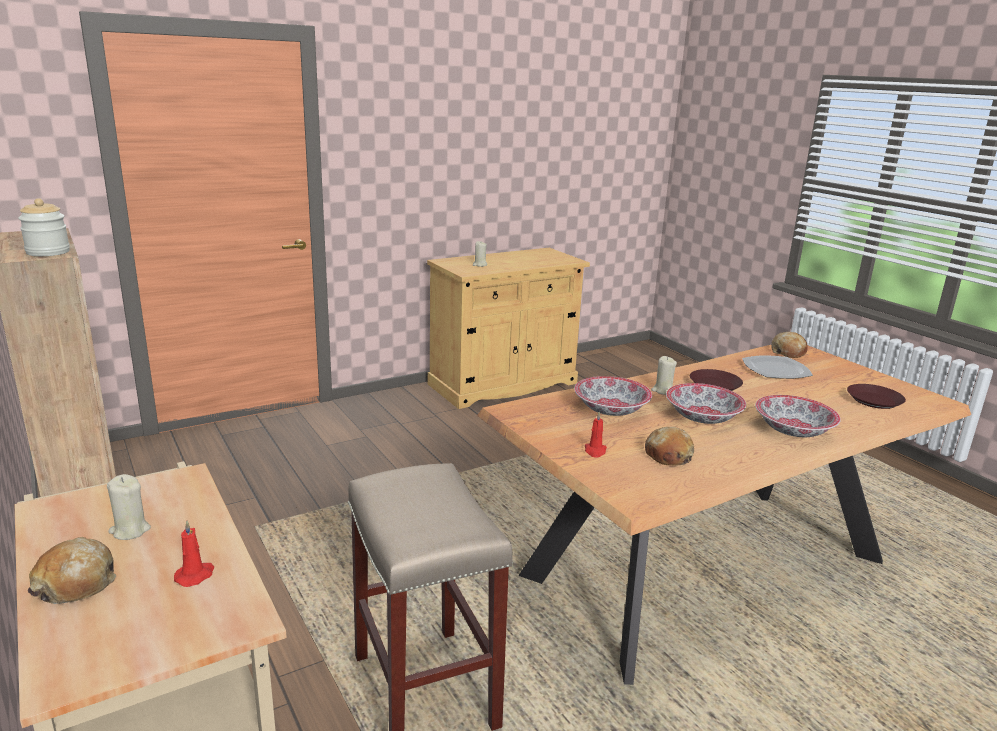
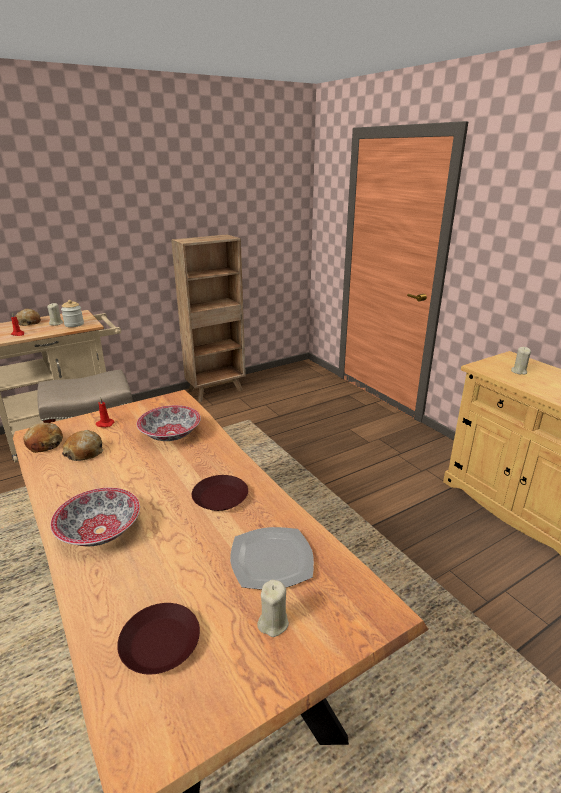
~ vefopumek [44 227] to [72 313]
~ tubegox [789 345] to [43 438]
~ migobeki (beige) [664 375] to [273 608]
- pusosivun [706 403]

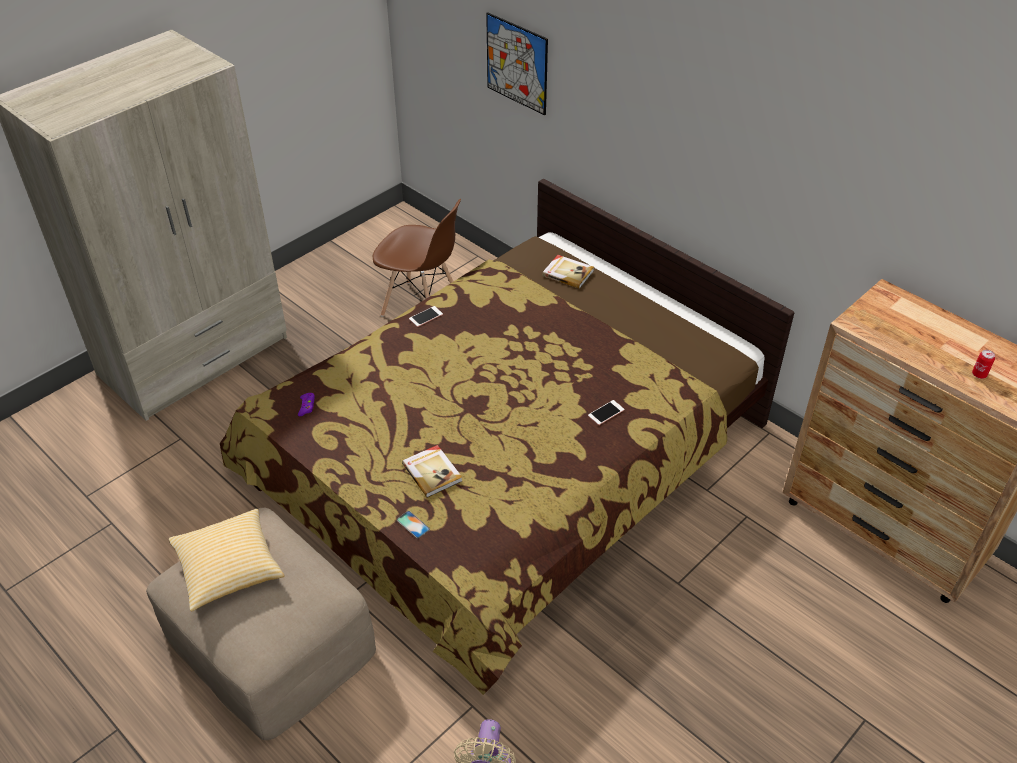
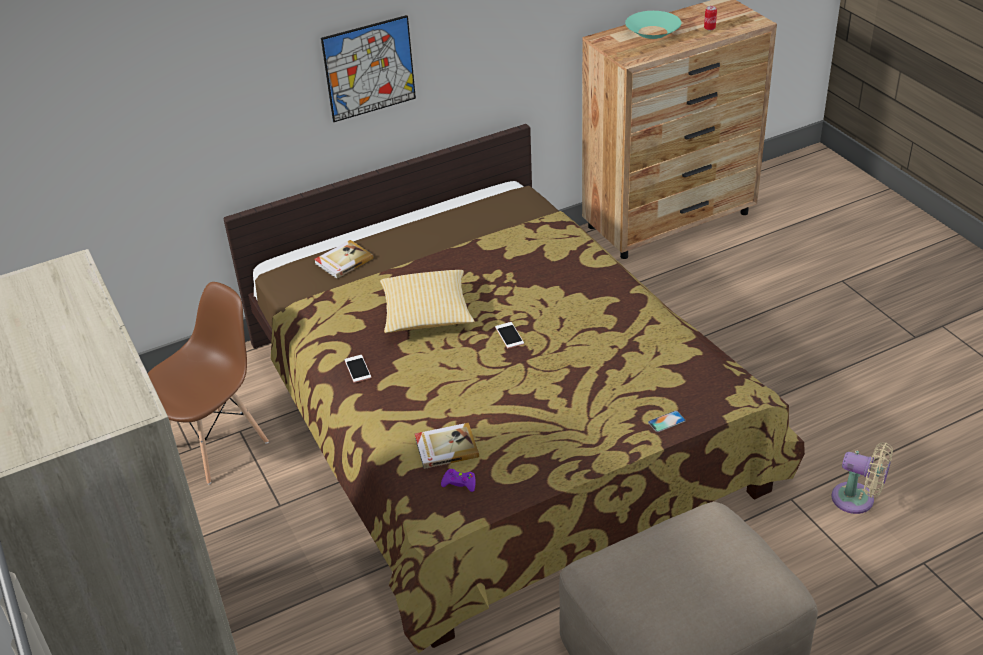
~ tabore [517 63] to [368 68]
~ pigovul [606 412] to [509 335]
~ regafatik [432 471] to [447 446]
~ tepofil [227 560] to [427 301]
+ pusosivun (turquoise) [653 25]

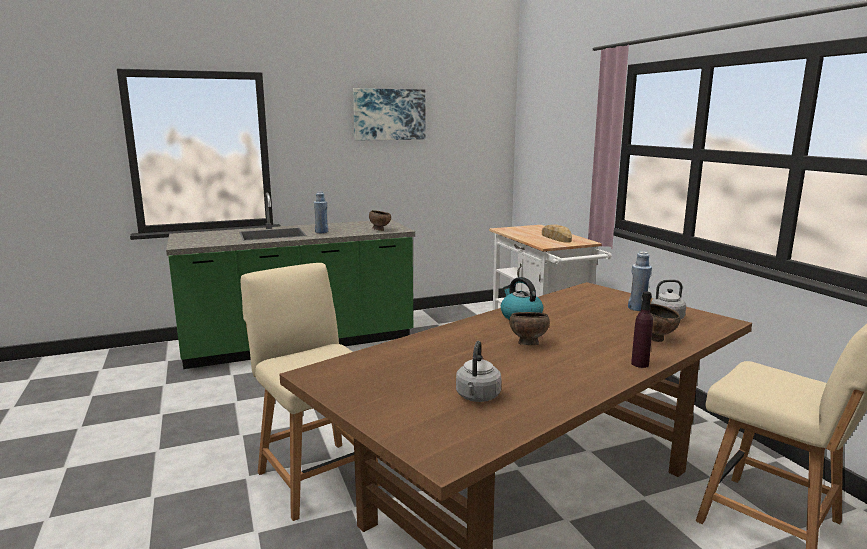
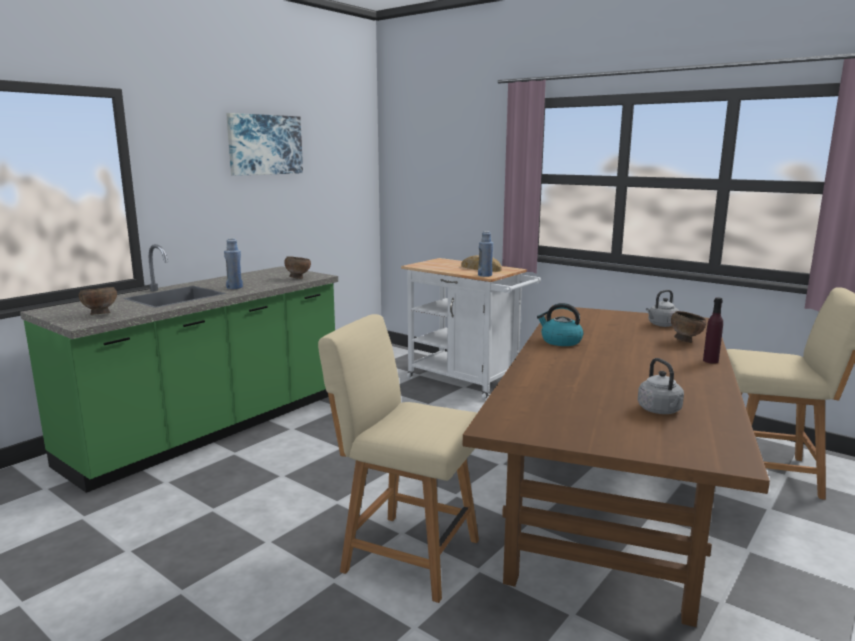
~ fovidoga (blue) [640 281] to [485 254]
~ pusosivun (brown) [529 328] to [98 301]

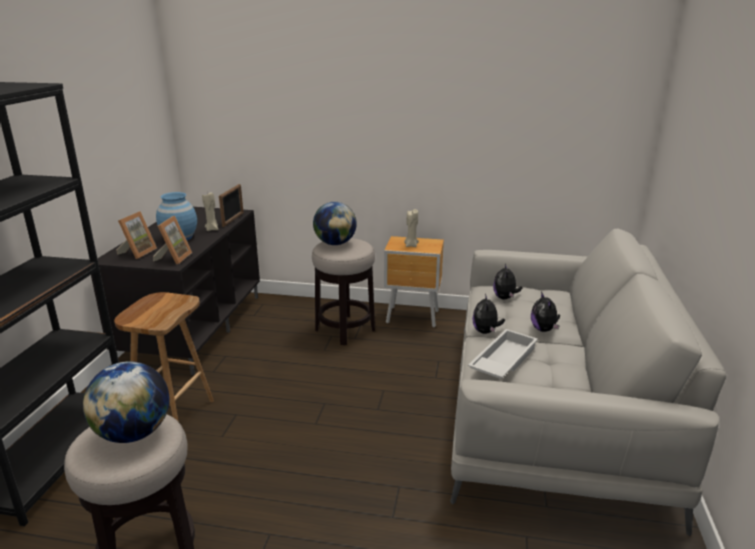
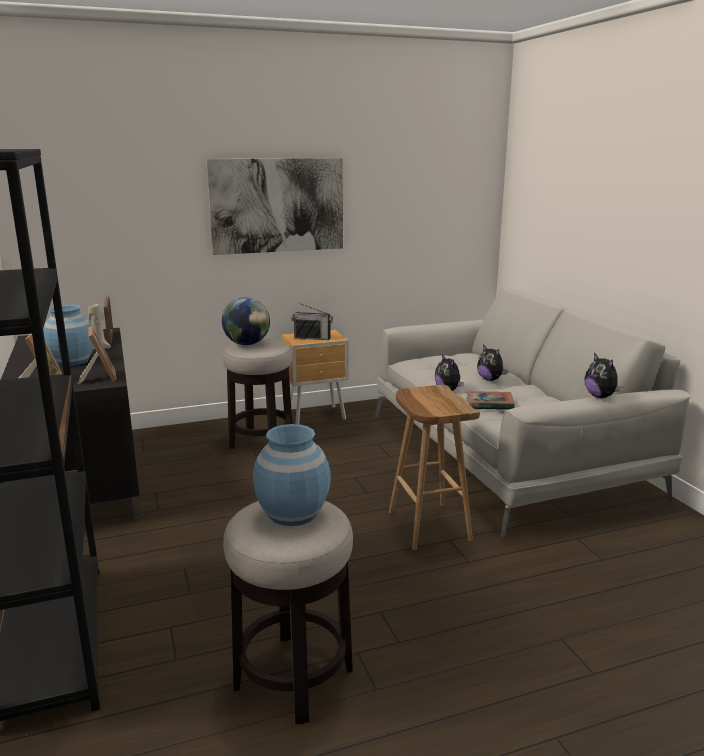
~ migobeki (beige) [411 228] to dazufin [312 321]
~ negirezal [507 282] to [603 375]
~ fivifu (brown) [164 357] to [434 467]
~ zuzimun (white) [503 354] to regafatik [490 400]
~ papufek [126 402] to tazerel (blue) [292 475]
+ tabore [274 206]

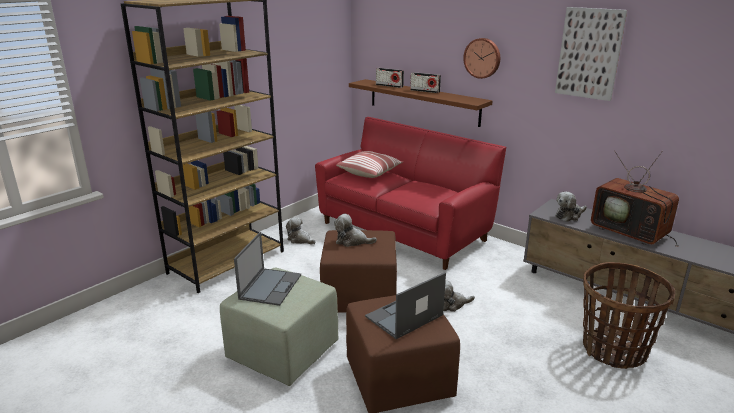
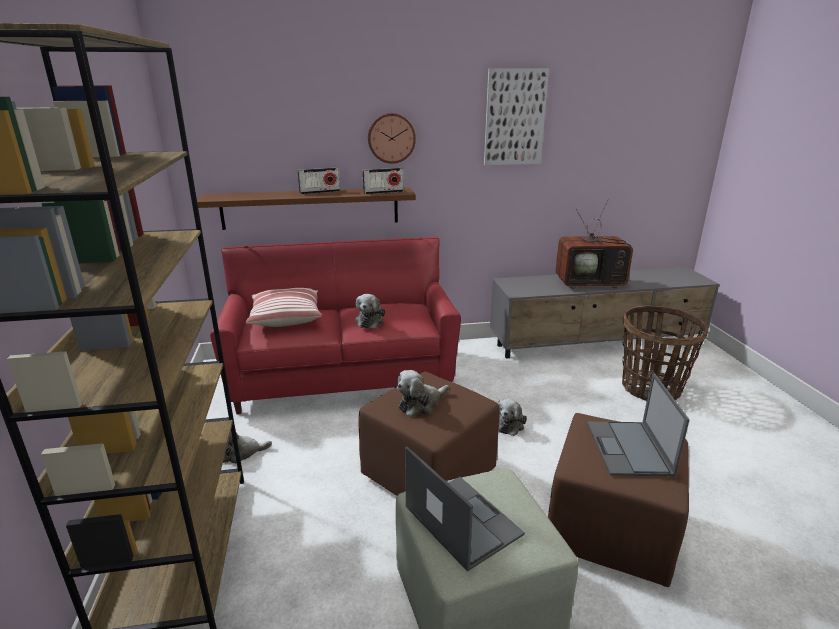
~ dazufin [390 78] to [383 181]
~ negirezal [571 207] to [370 311]

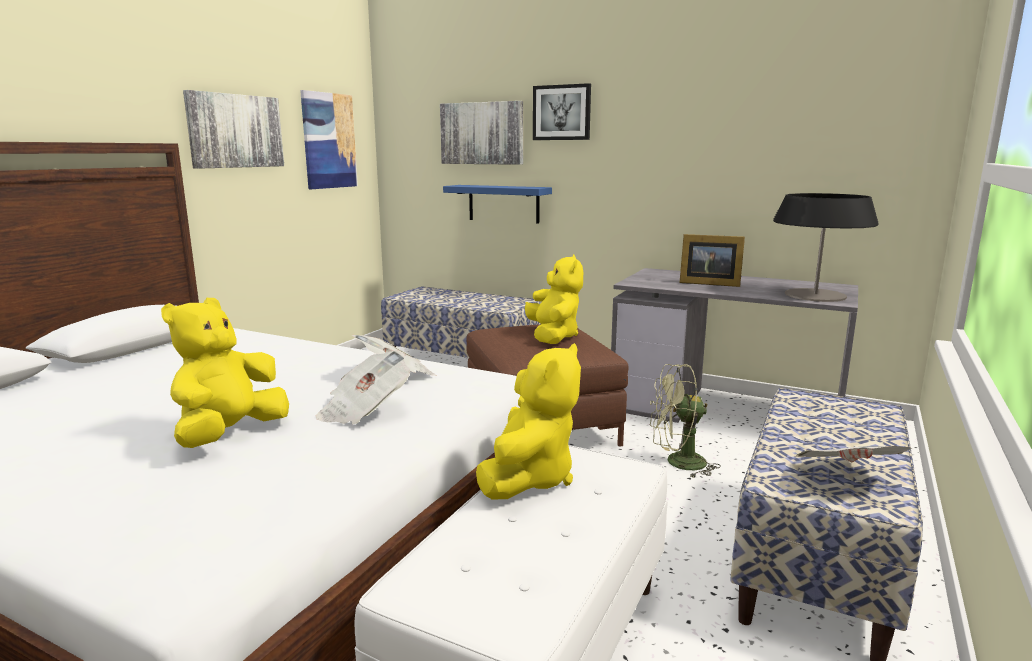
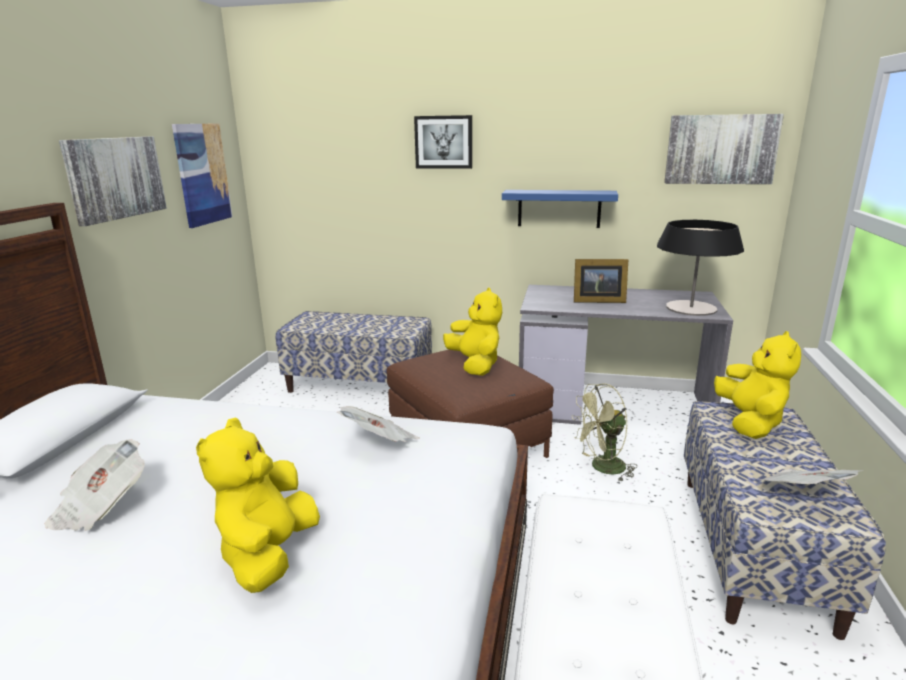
~ tabore [481 133] to [724 149]
~ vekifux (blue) [497 204] to [560 209]
~ negirezal (yellow) [528 421] to [757 385]
~ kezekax [363 387] to [95 485]

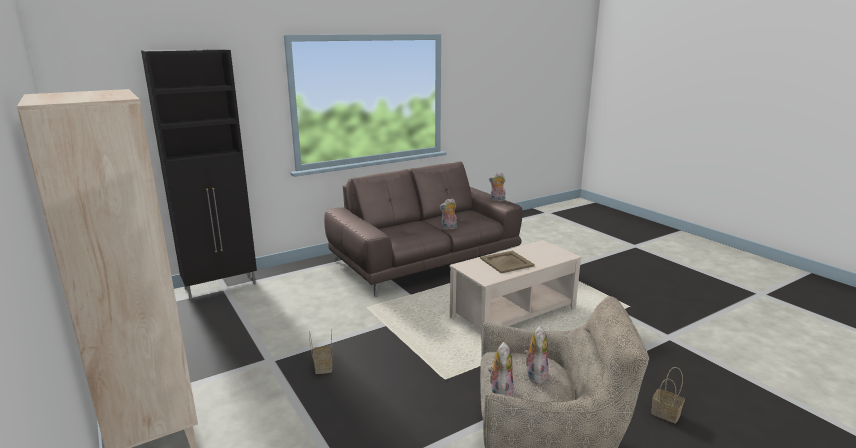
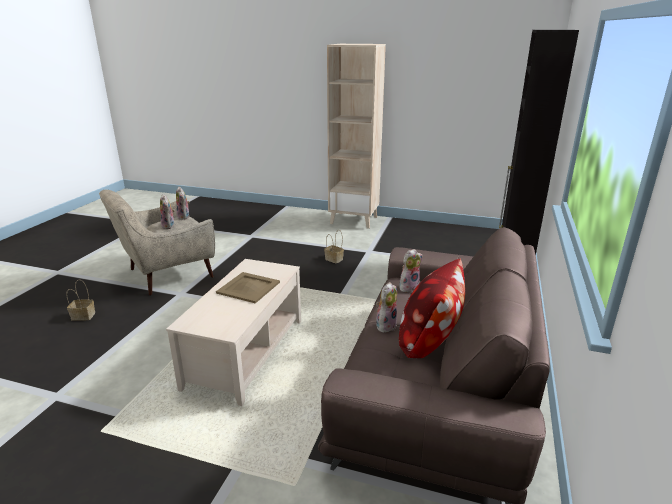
~ negirezal [497 187] to [411 270]
+ tepofil [432 308]

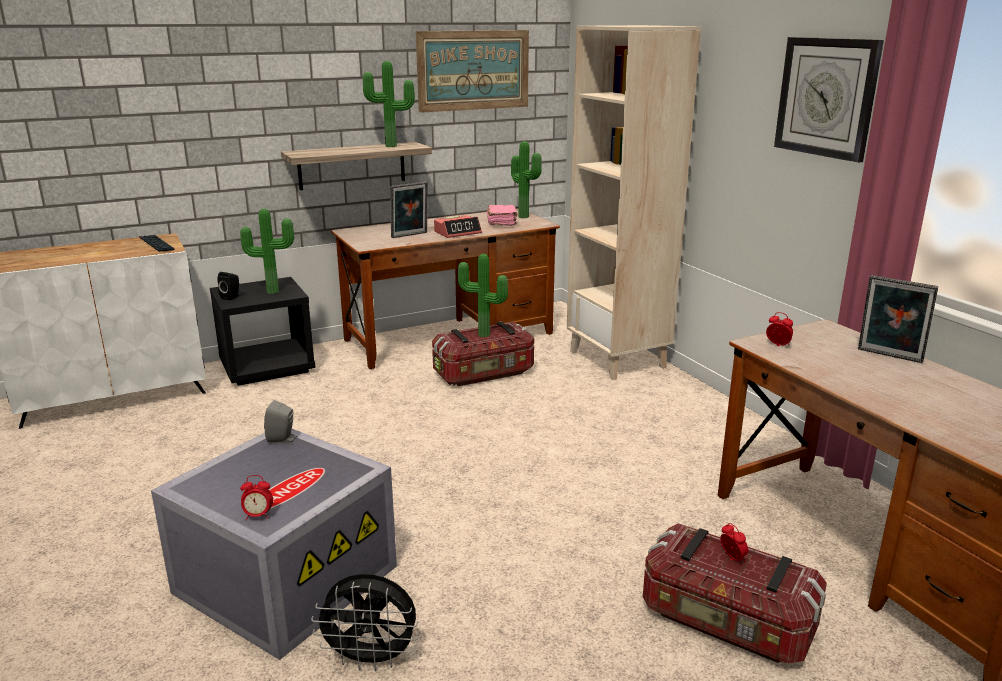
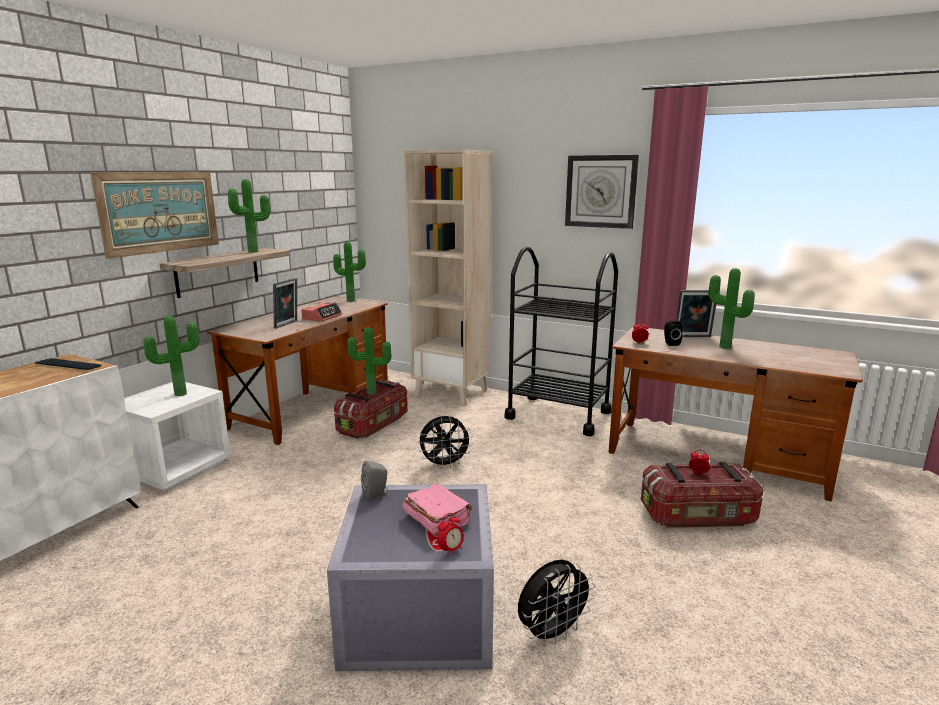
~ tabore [472 71] to [154 215]
~ regafatik (pink) [502 215] to [437 509]
~ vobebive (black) [228 286] to [673 333]
~ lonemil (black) [263 331] to lonemil (white) [177 436]
+ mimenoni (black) [561 341]
+ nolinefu [731 308]
+ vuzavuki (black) [445 442]

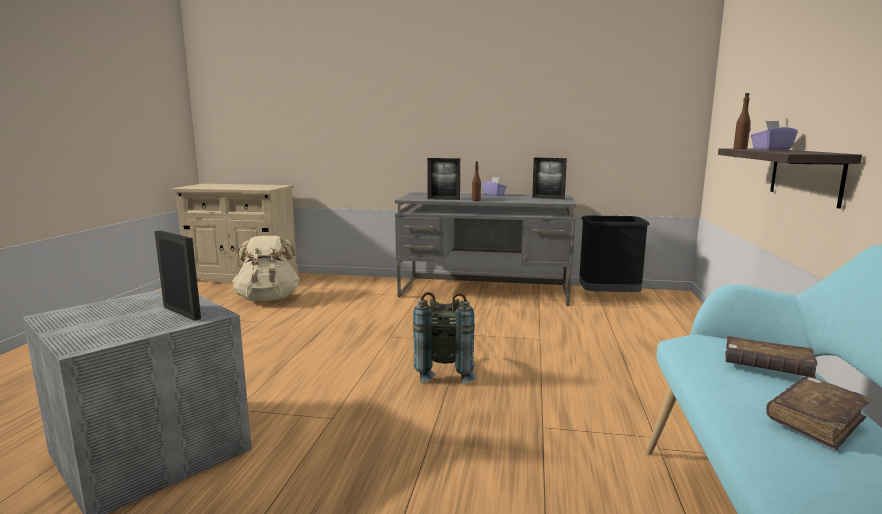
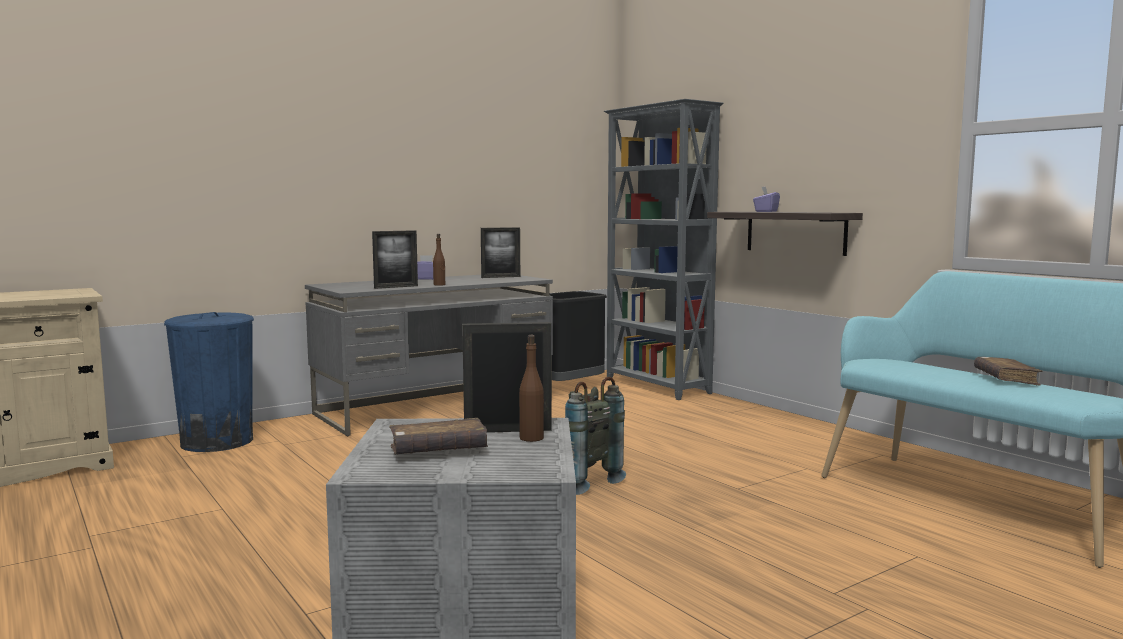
~ fovidoga (brown) [742 121] to [531 388]
- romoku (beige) [266 268]
~ regafatik (brown) [771 357] to [438 436]
+ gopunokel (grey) [663 249]
+ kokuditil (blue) [209 382]

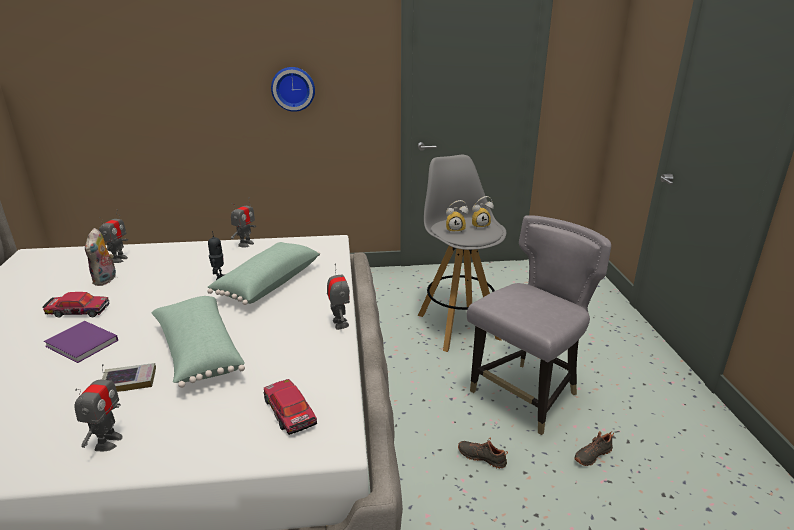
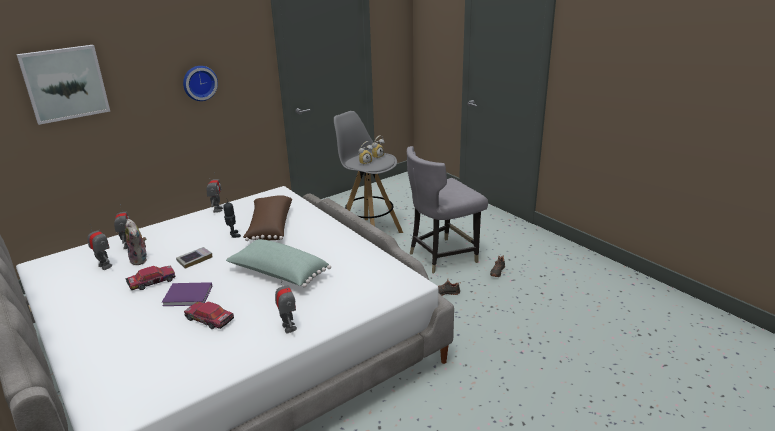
~ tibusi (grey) [539 325] = [447 210] 135 degrees counterclockwise
~ tepofil (green) [264 273] to tepofil (brown) [267 218]
~ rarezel [338 296] to [99 247]
~ regafatik [129 377] to [194 258]
~ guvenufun [290 407] to [209 315]
+ tabore [63 85]

